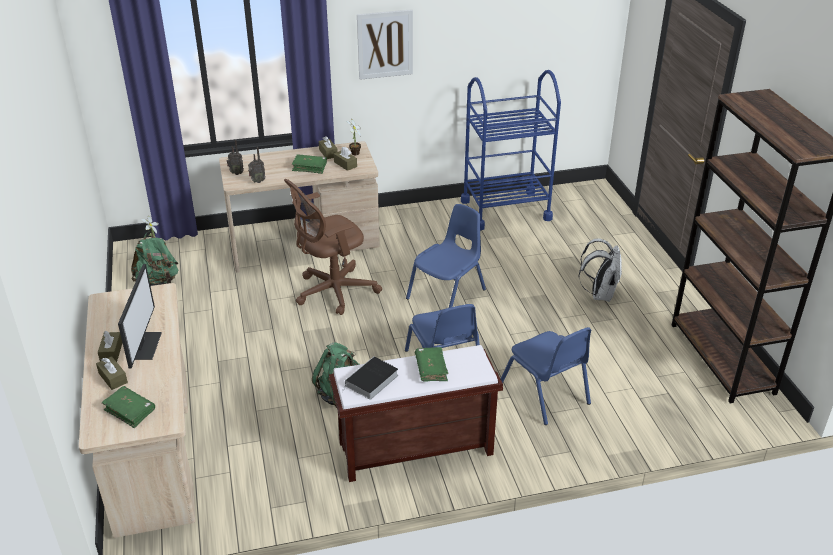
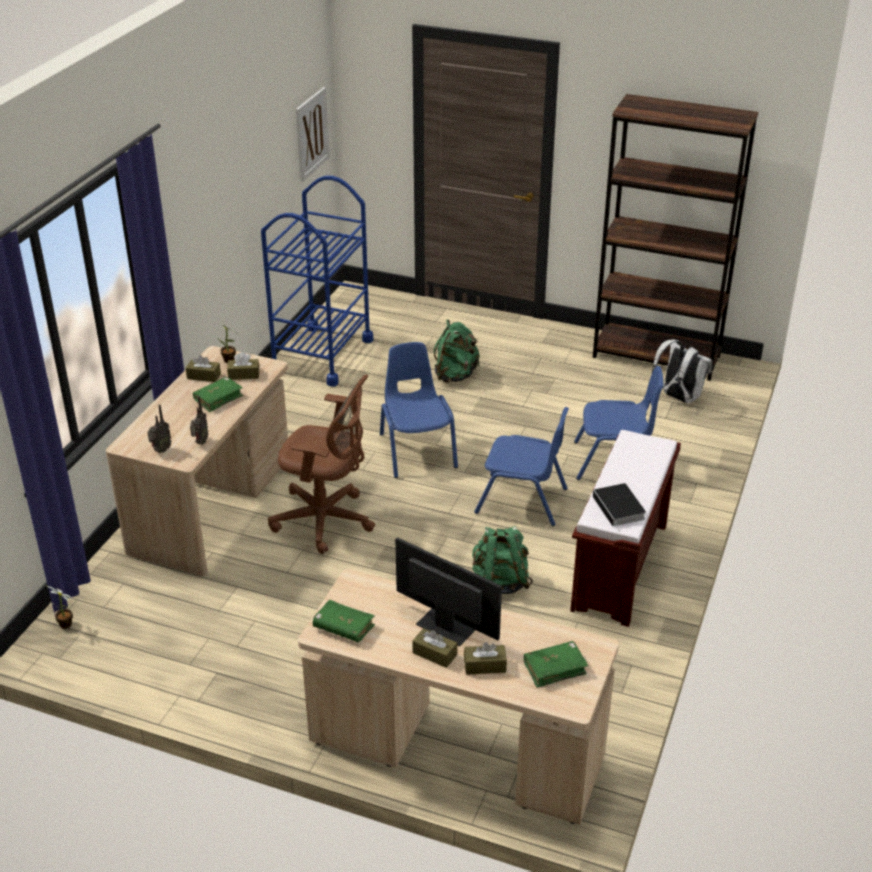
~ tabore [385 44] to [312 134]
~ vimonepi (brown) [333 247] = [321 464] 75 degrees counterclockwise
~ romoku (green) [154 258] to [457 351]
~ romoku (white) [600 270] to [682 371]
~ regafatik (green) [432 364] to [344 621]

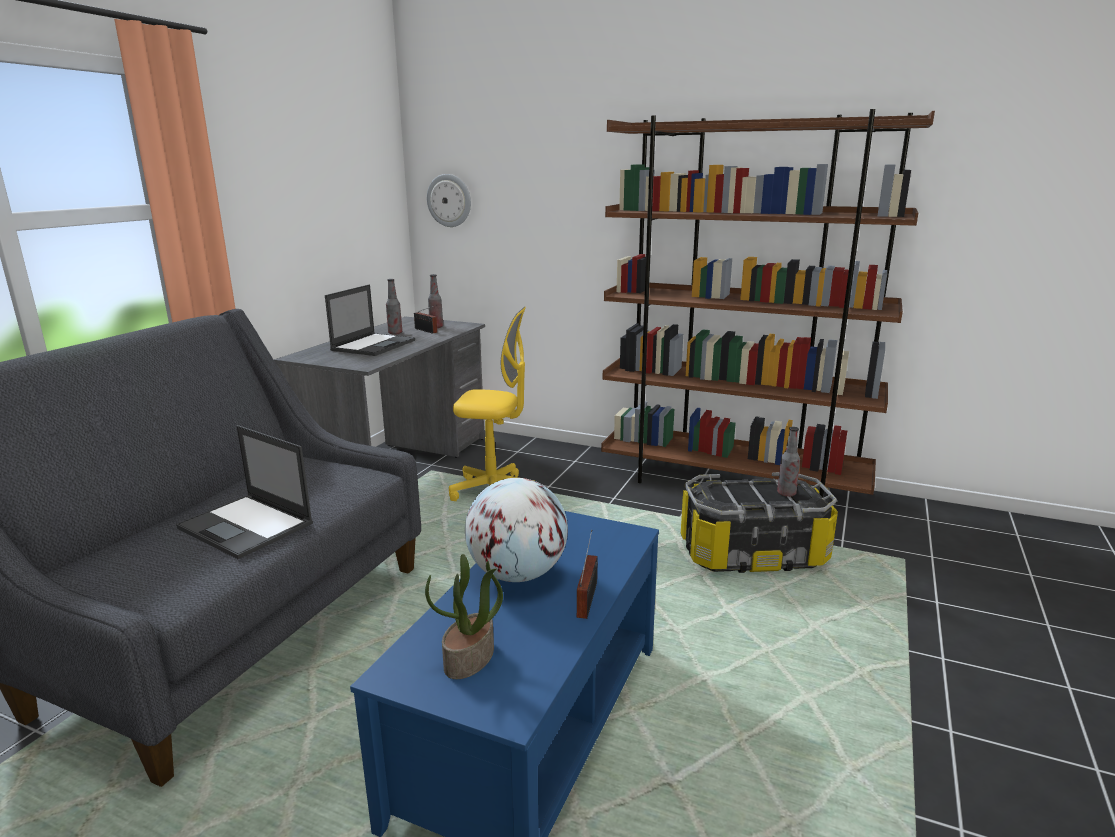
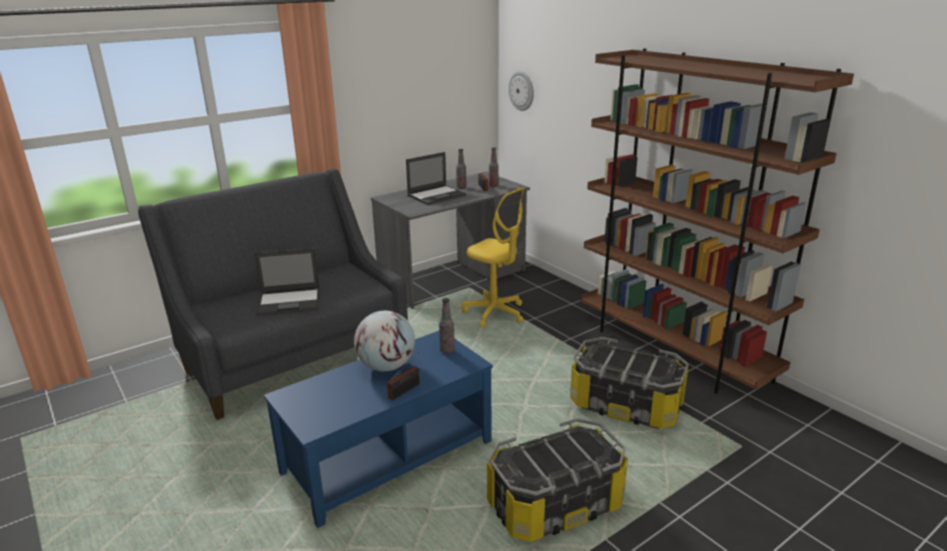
~ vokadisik [244 492] = [287 282] 75 degrees counterclockwise
~ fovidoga [788 462] to [447 326]
- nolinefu [464 616]
+ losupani [557 480]

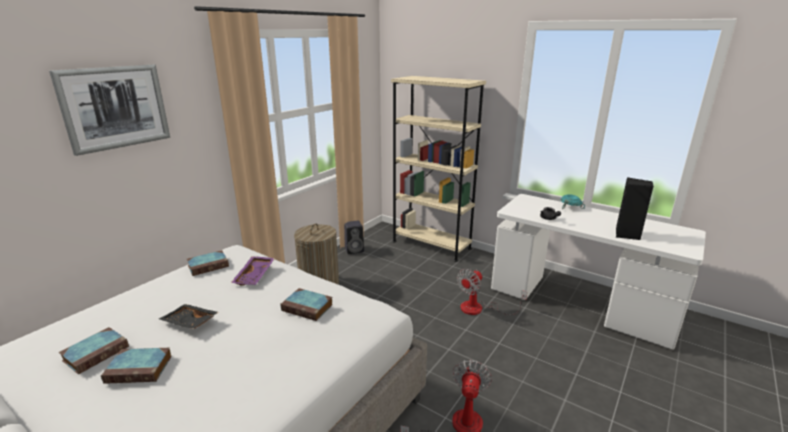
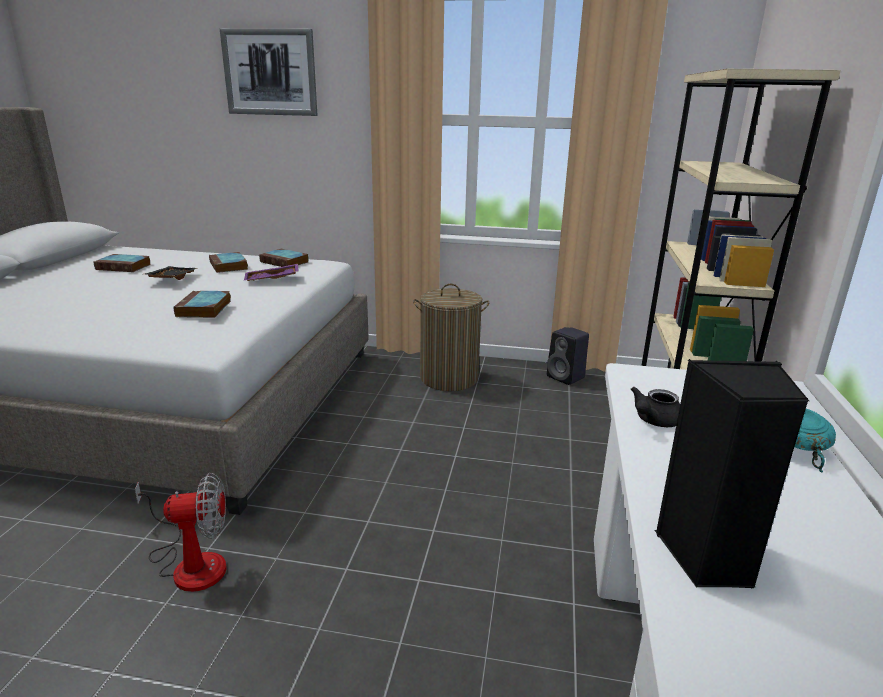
- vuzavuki [492 292]
~ regafatik [136 366] to [228 262]

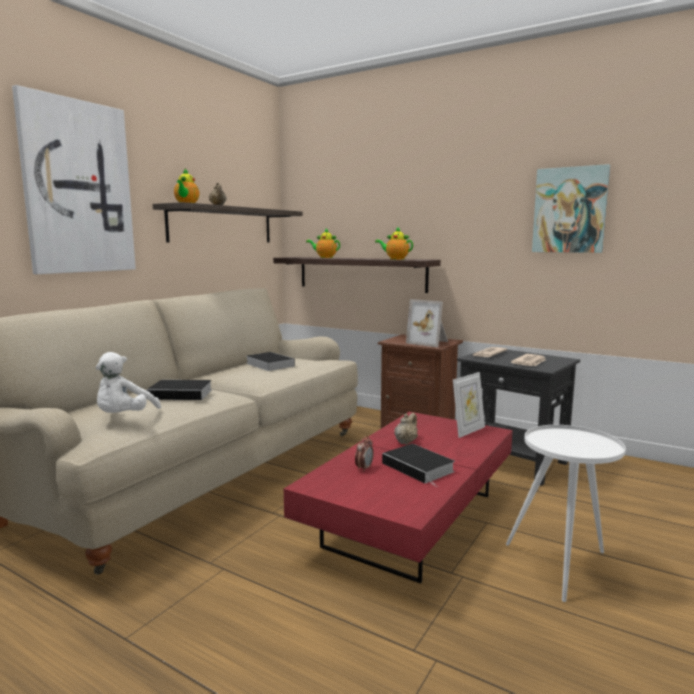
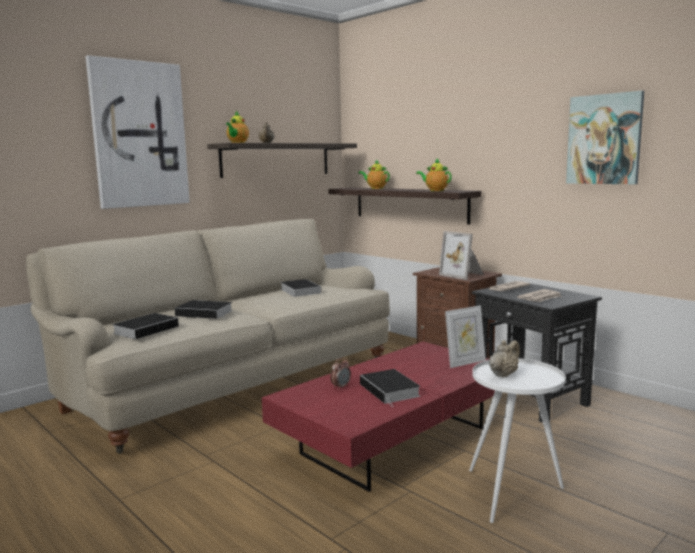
~ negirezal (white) [128 382] to regafatik [145 326]
~ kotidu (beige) [406 429] to [504 359]

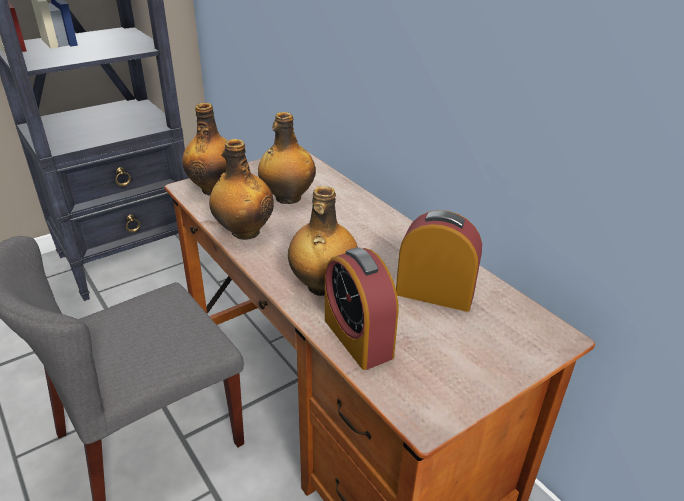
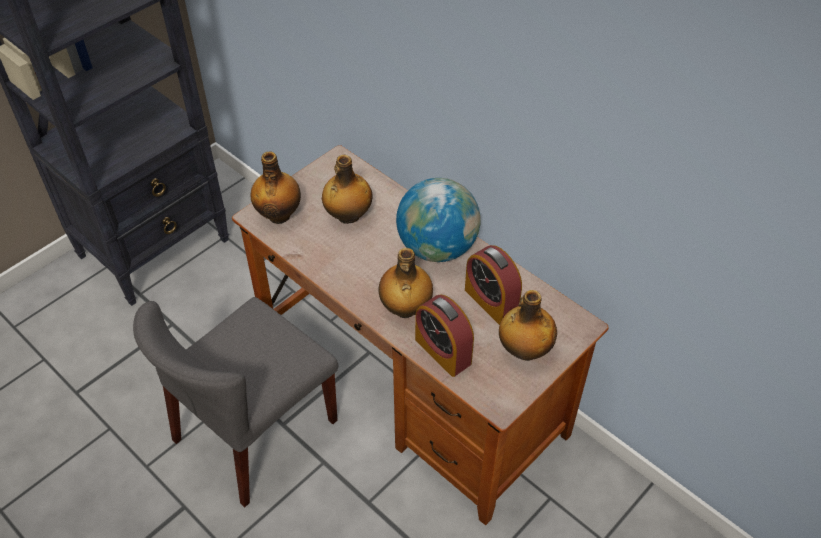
~ fovidoga [241 189] to [528 325]
~ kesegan [439 261] = [493 285] 135 degrees counterclockwise
+ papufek [438 220]

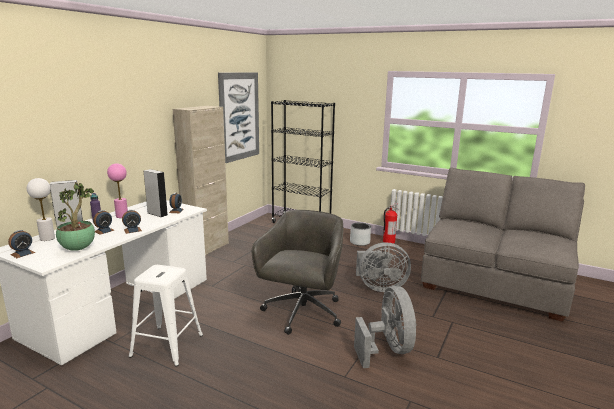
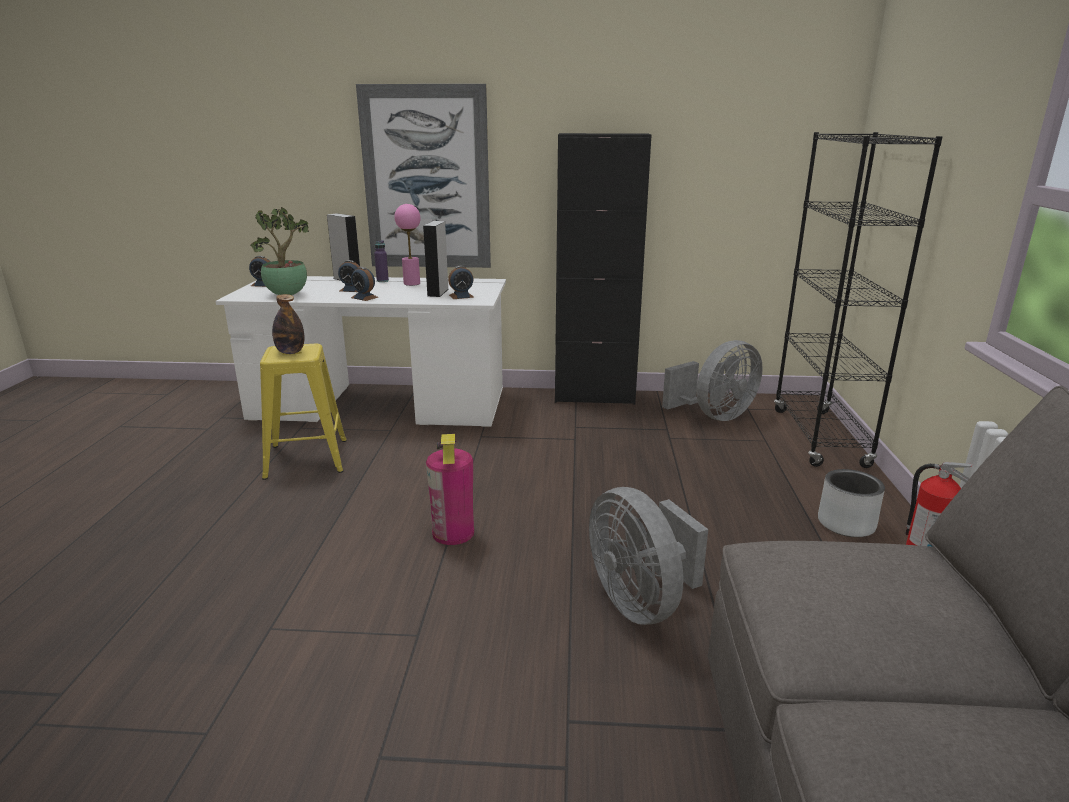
~ tabore [238 118] to [423 176]
~ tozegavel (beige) [201 180] to tozegavel (black) [603 269]
- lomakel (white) [41 209]
~ vimonepi (grey) [297 272] to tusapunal [450 489]
~ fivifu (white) [166 315] to fivifu (yellow) [303 412]
~ vuzavuki (grey) [385 327] to [712 380]
+ fovidoga [288 324]

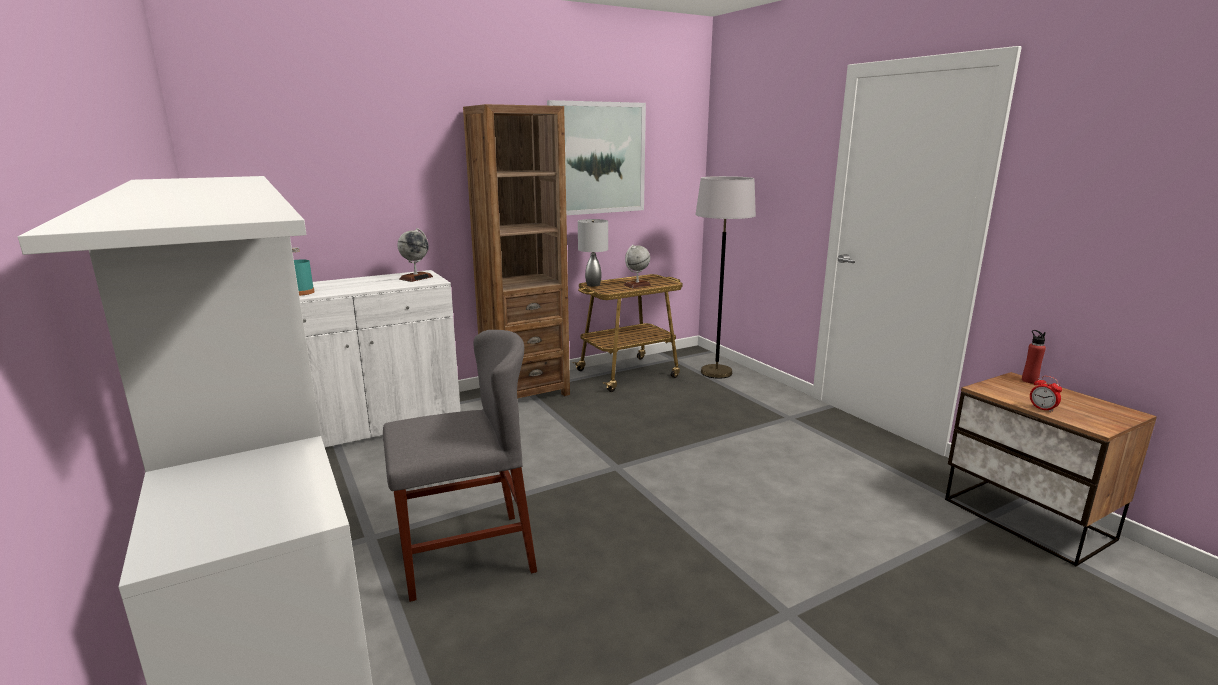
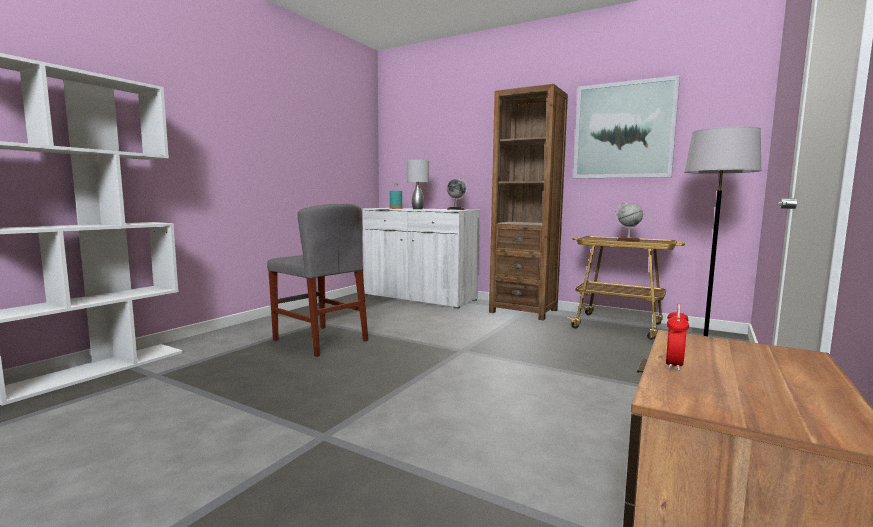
~ lomakel (grey) [593 252] to [418 184]
- fovidoga (red) [1034 357]

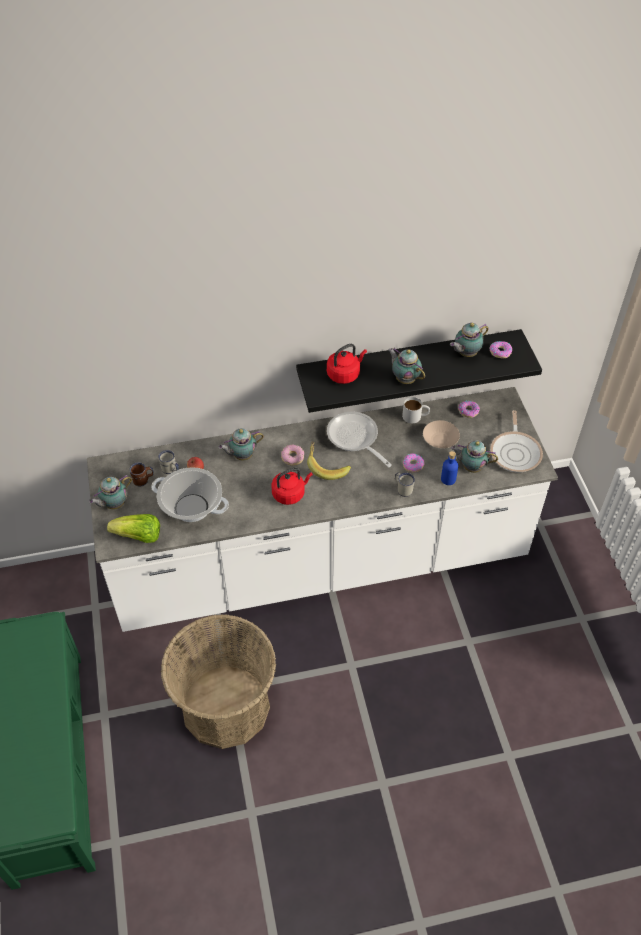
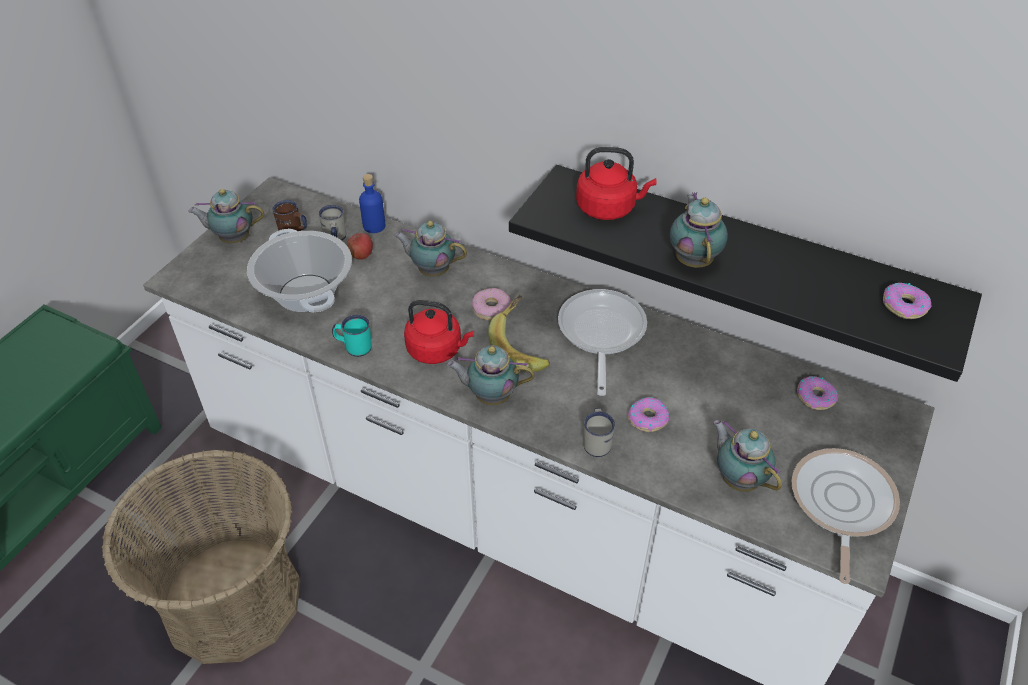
~ kotidu [469 340] to [490 375]
- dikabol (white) [416 410]
~ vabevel [516 441] = [846 516] 150 degrees clockwise
- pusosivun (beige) [441 434]
~ fovidoga (blue) [449 468] to [372 203]
- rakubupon [133 528]
+ dikabol (turquoise) [352 336]

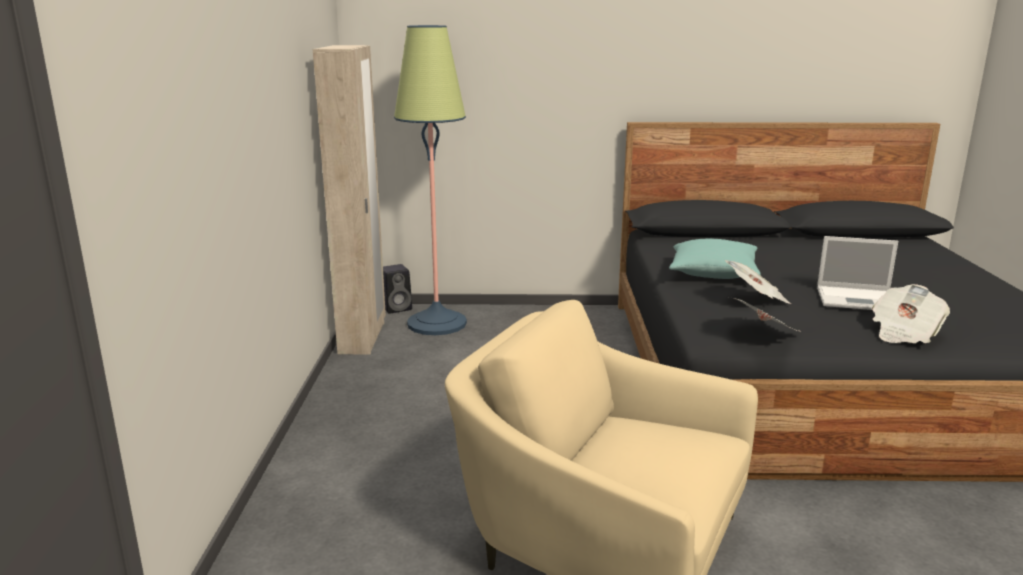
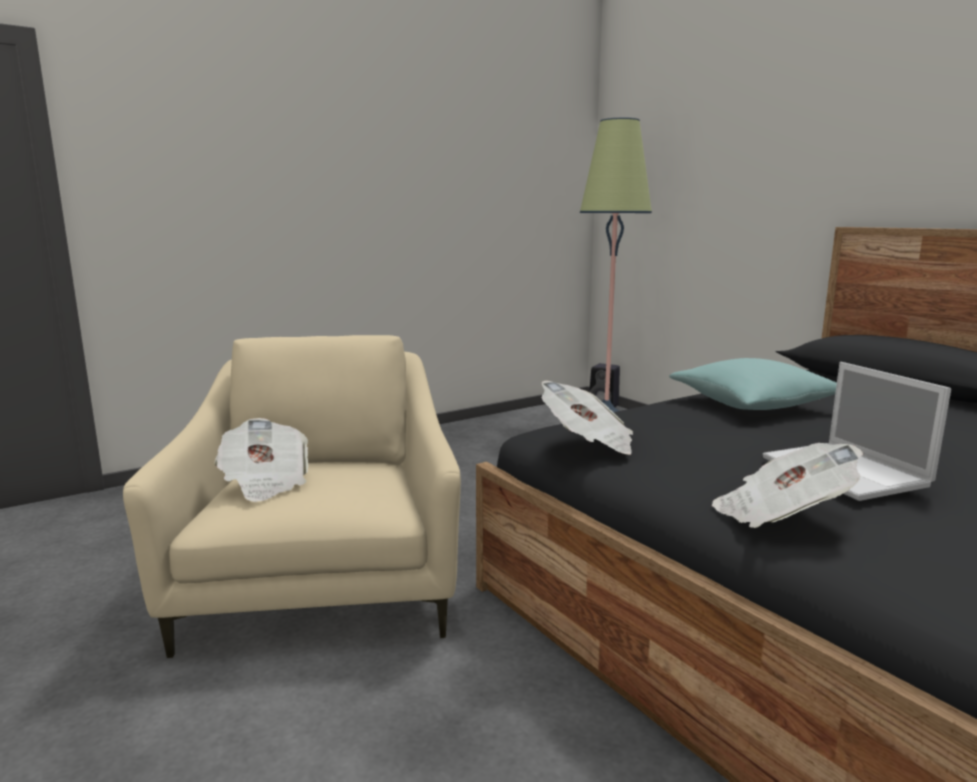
- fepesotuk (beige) [349 199]
~ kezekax [758 282] to [261 460]

